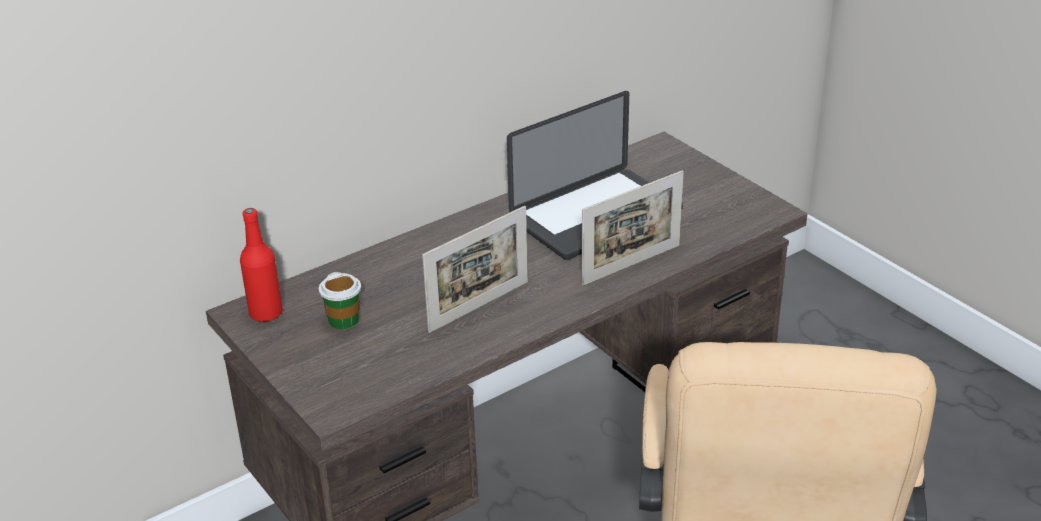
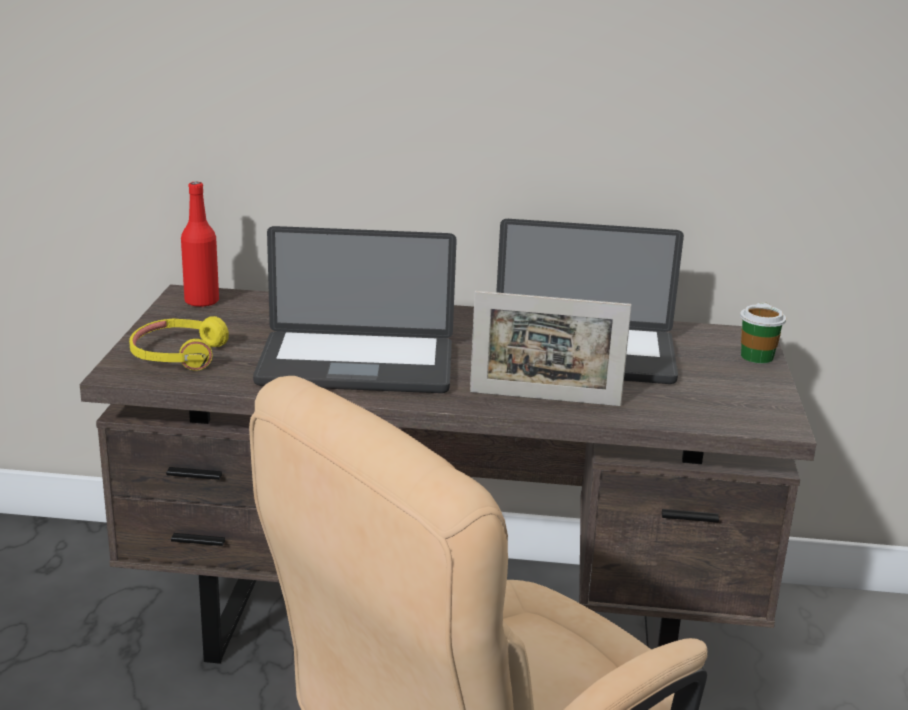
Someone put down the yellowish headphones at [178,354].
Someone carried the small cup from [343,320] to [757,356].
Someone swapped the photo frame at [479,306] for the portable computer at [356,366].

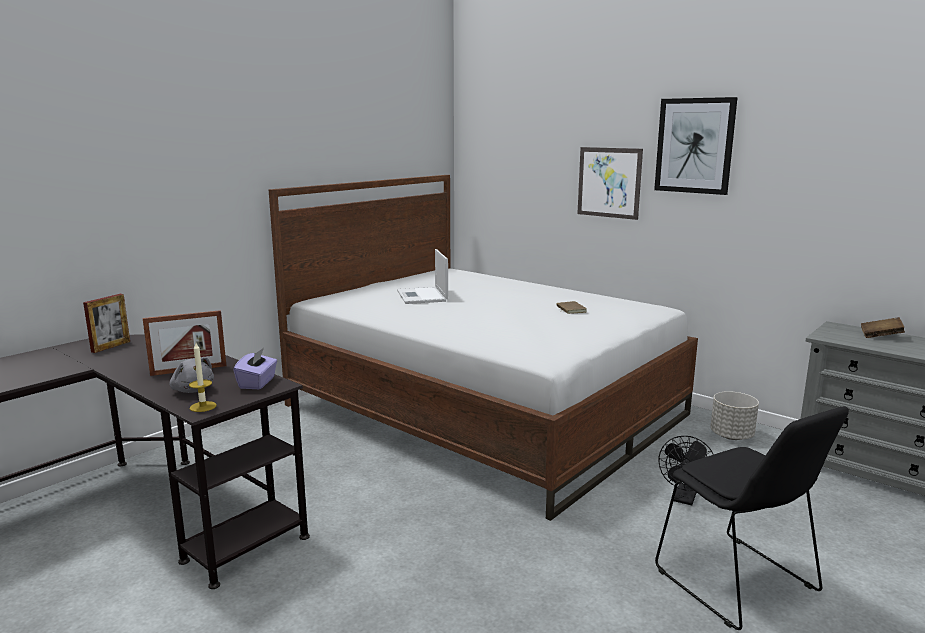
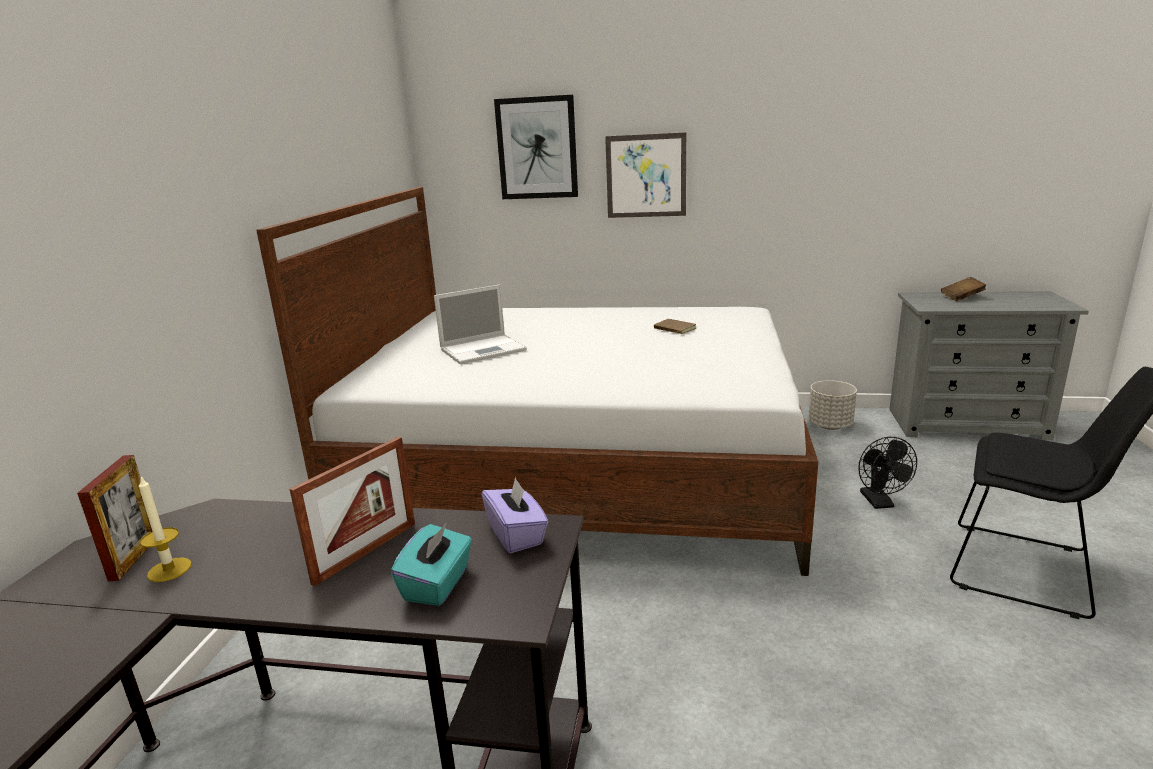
Someone carried the candle from [203,406] to [169,570].
Someone carried the wall art from [694,146] to [537,148].
Someone swapped the grey cuddly toy at [192,390] for the blue-green box of tissues at [438,584].
Someone rotated the portable computer at [422,296] by 75 degrees counterclockwise.

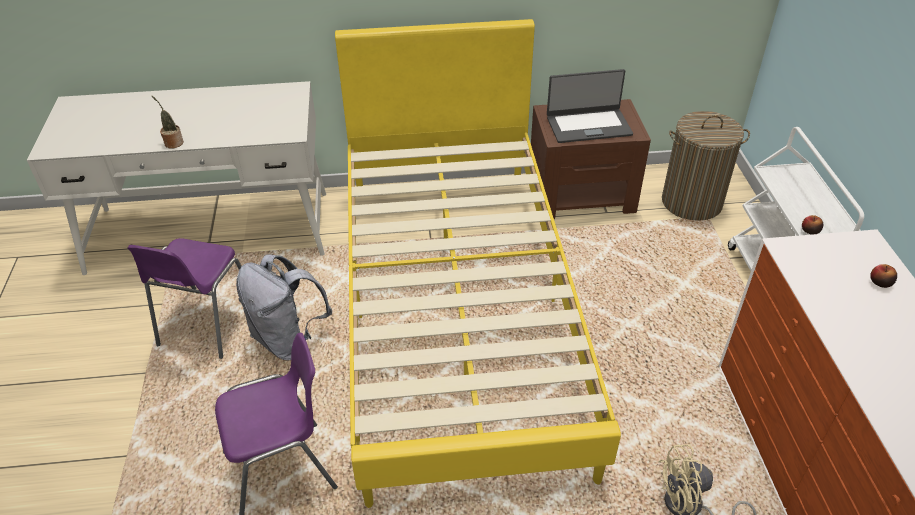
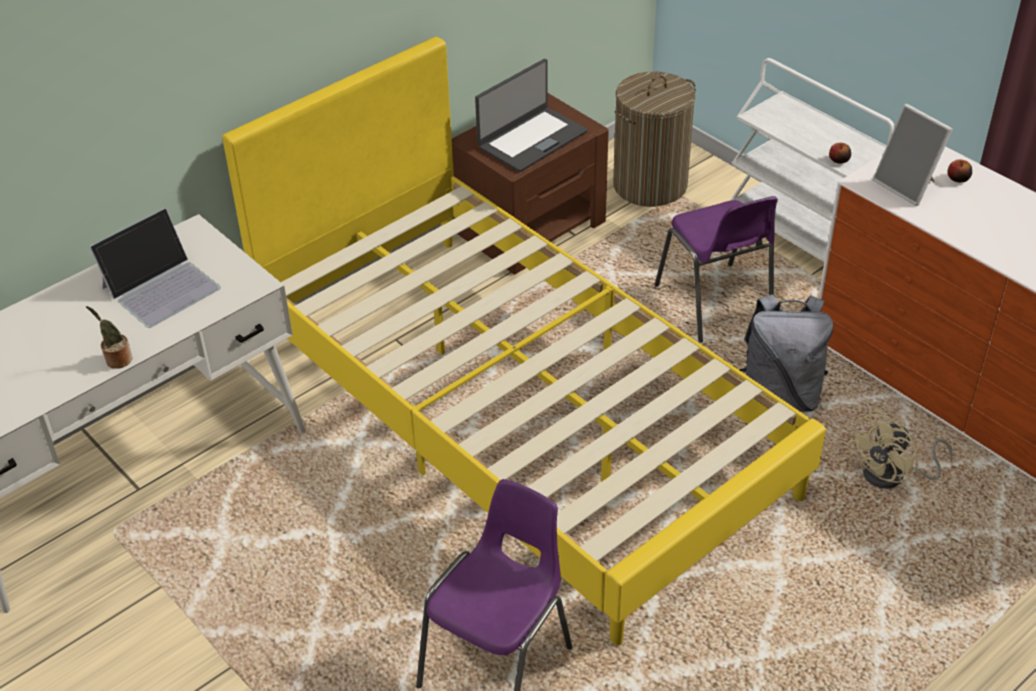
Someone put down the portable computer at [161,287].
Someone put down the photo frame at [908,186].
Someone carried the purple-coloured upright chair from [206,324] to [715,305].
Someone carried the grey rucksack from [288,339] to [779,396].

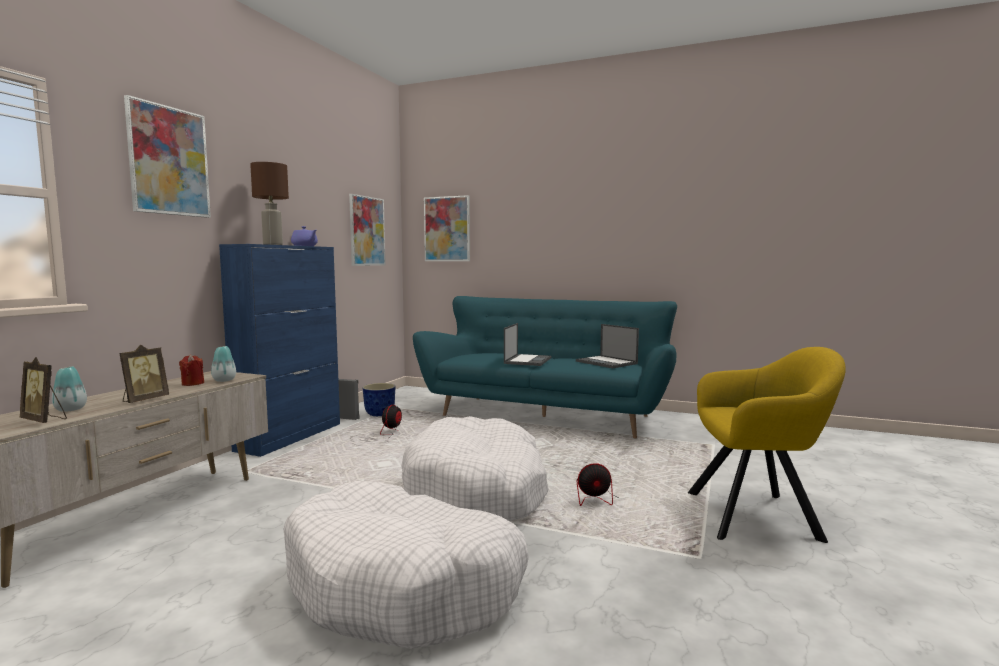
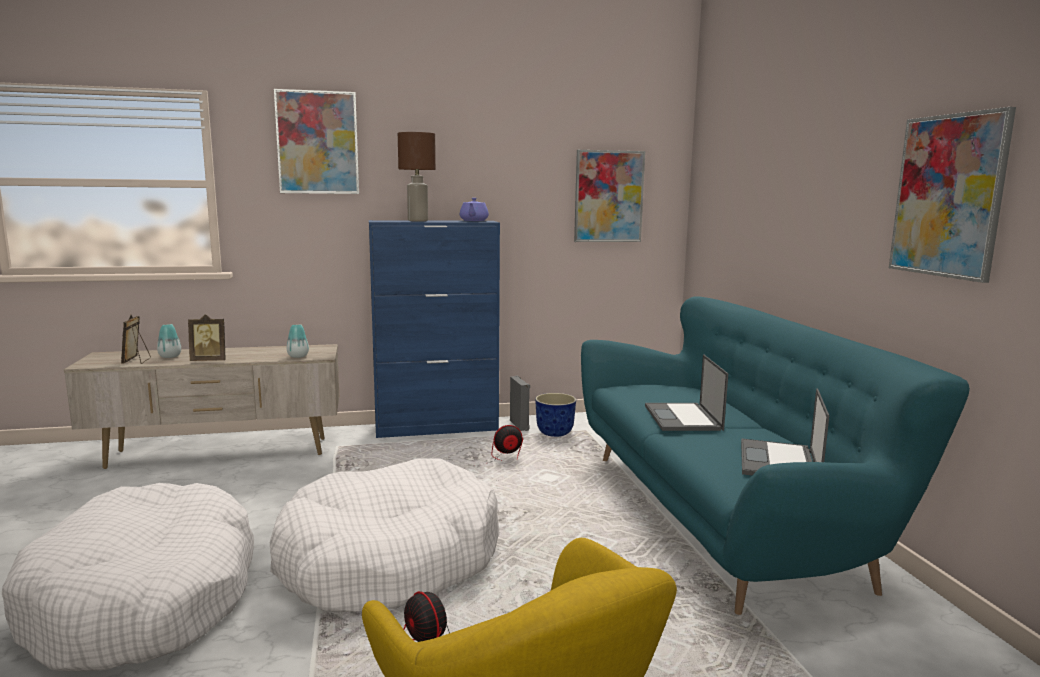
Someone took away the red candle at [193,383].
Someone carried the wall art from [447,229] to [948,196].
Someone rotated the portable computer at [528,360] by 105 degrees clockwise.

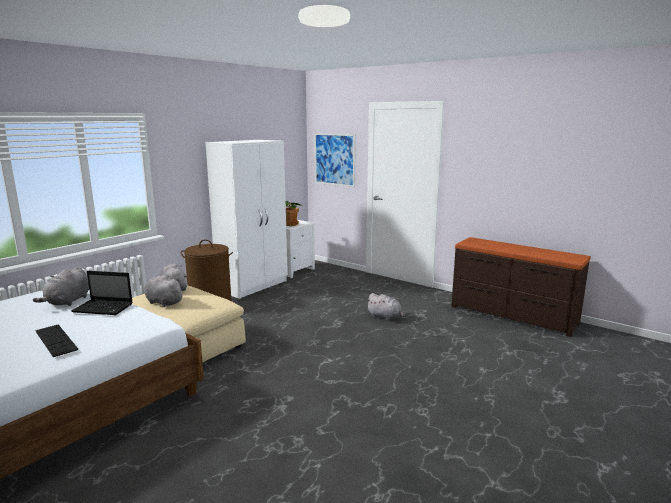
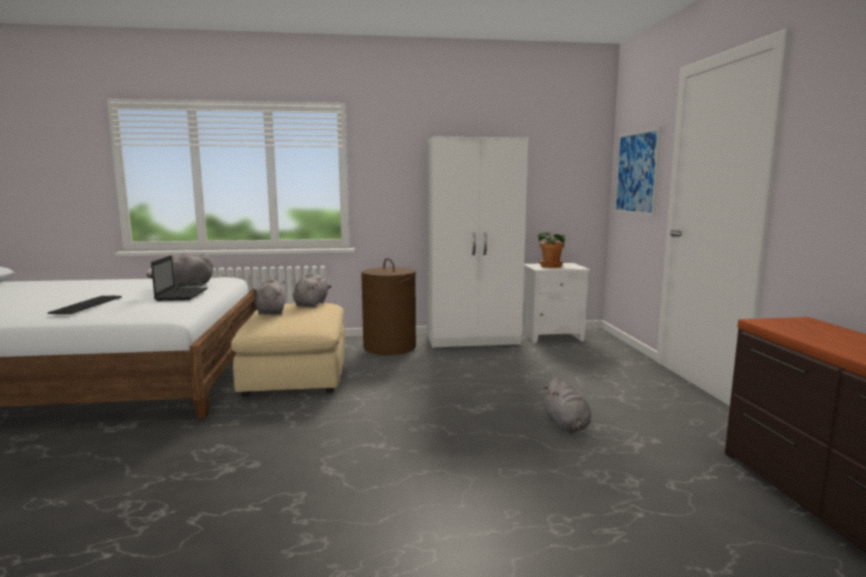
Someone rotated the portable computer at [104,308] by 150 degrees counterclockwise.

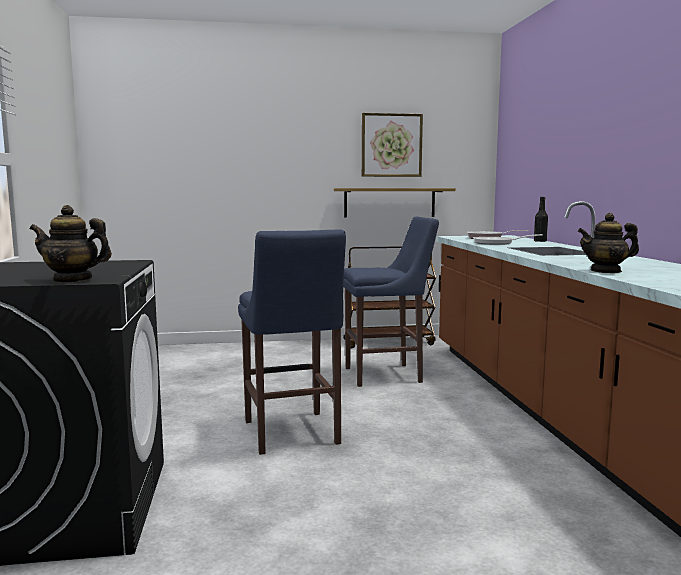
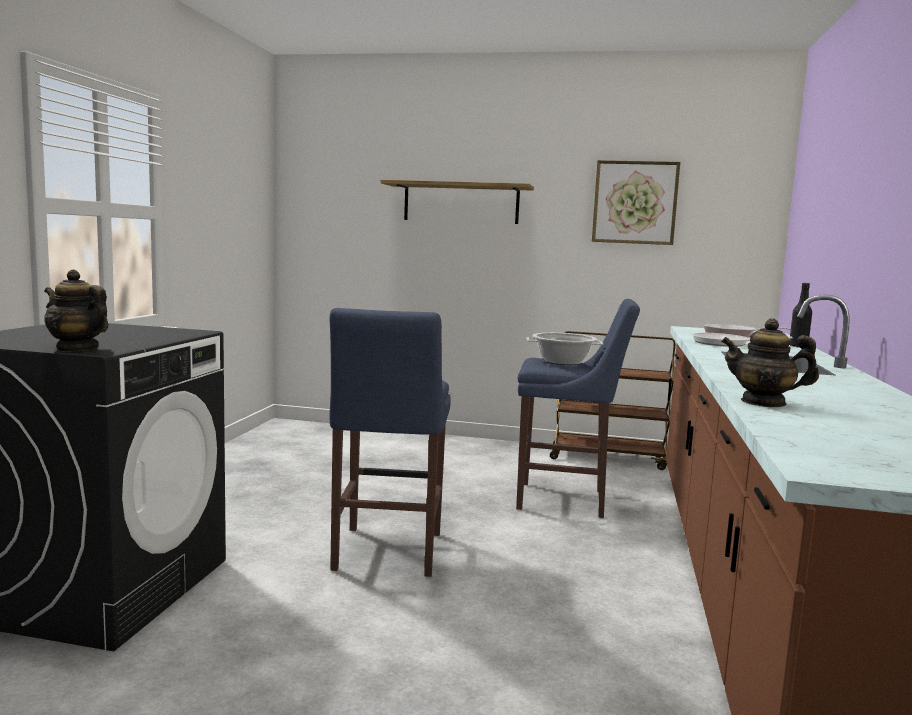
Someone put down the saucepot at [563,362].
Someone carried the shelf from [389,202] to [461,203].

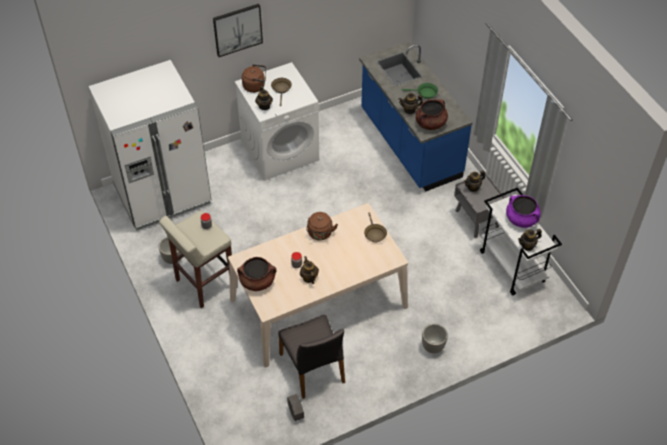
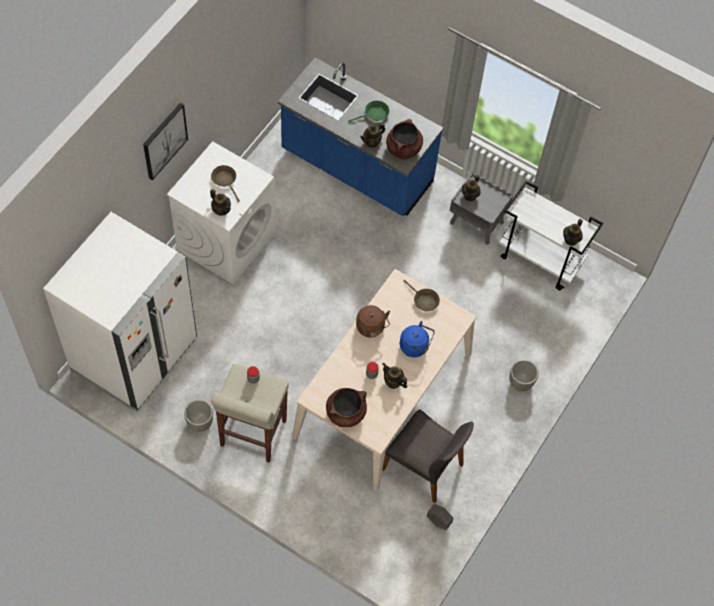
Someone took away the brown kettle at [255,86].
Someone took away the purple-coloured saucepot at [522,219].
Someone put down the blue kettle at [415,347].

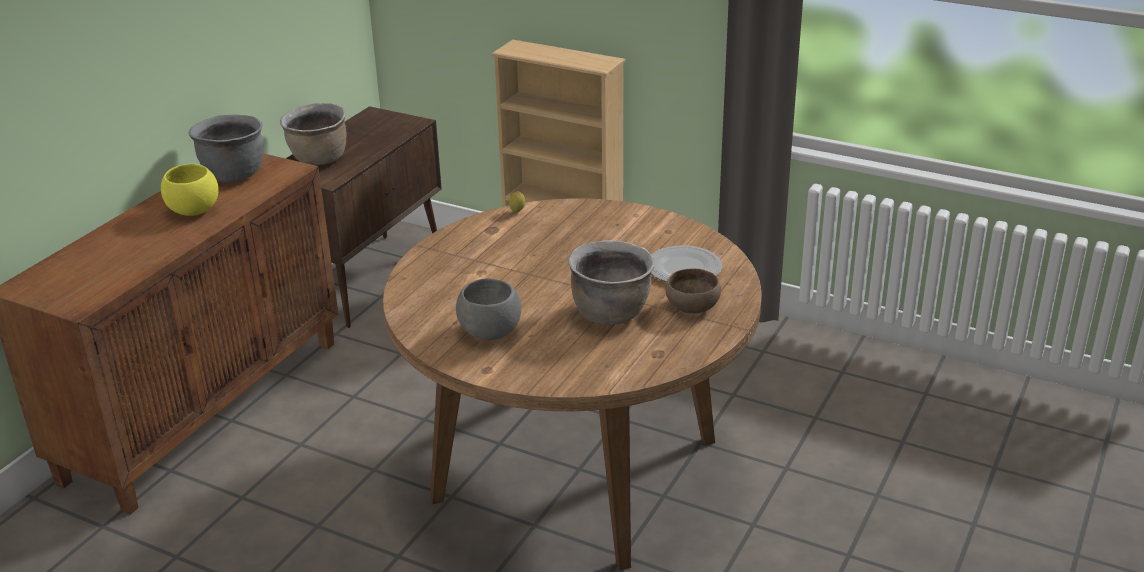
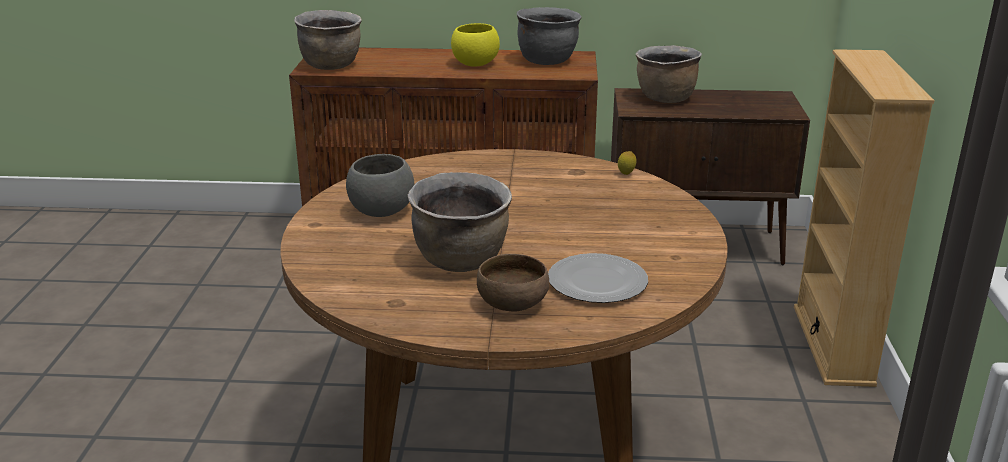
Someone put down the brown saucepot at [331,65].

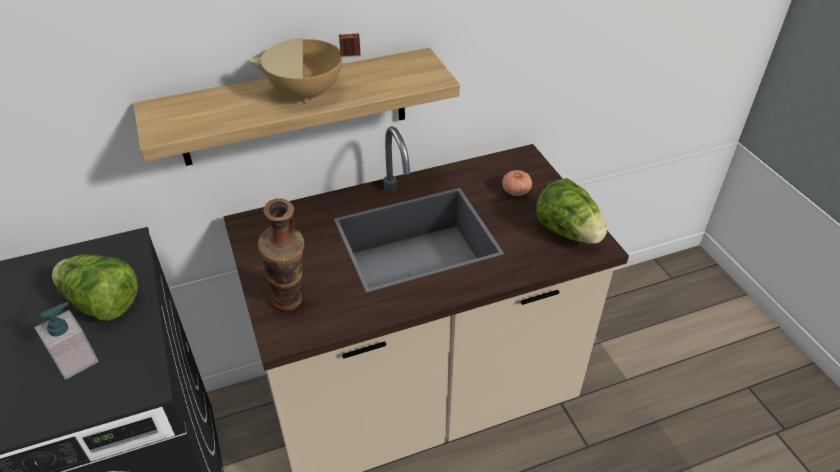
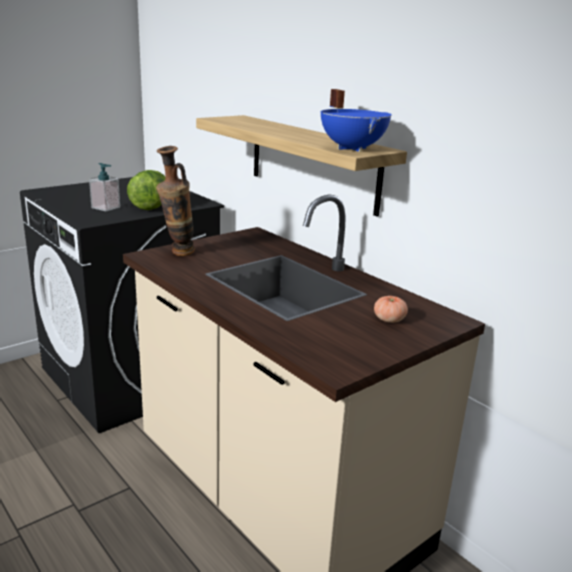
Someone took away the beige-coloured saucepot at [307,94].
Someone took away the lettuce at [568,232].
Someone put down the blue saucepot at [353,148].

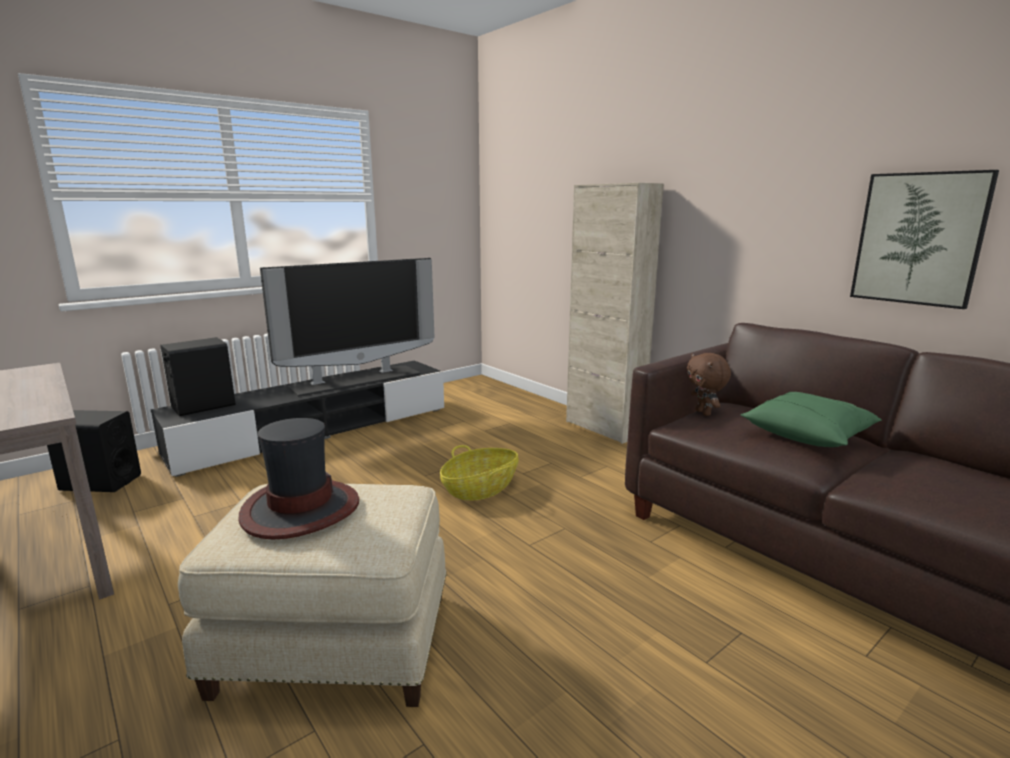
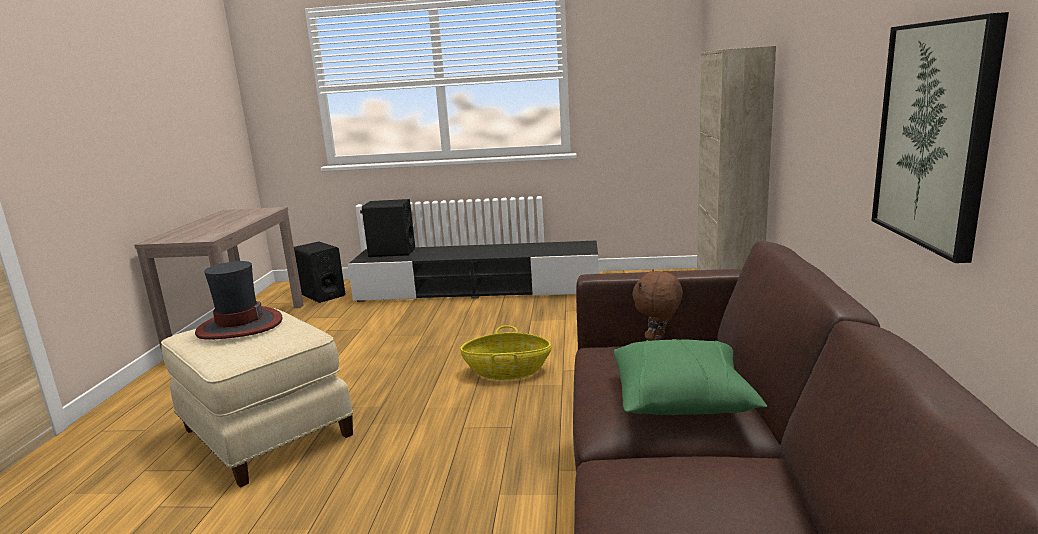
Someone took away the television at [355,379].

